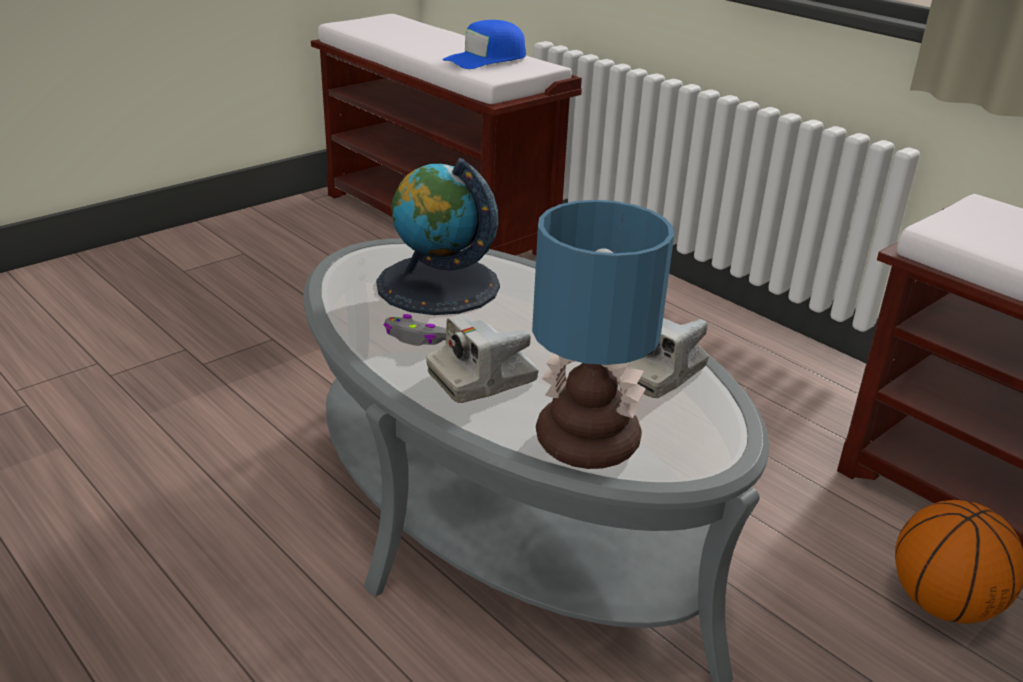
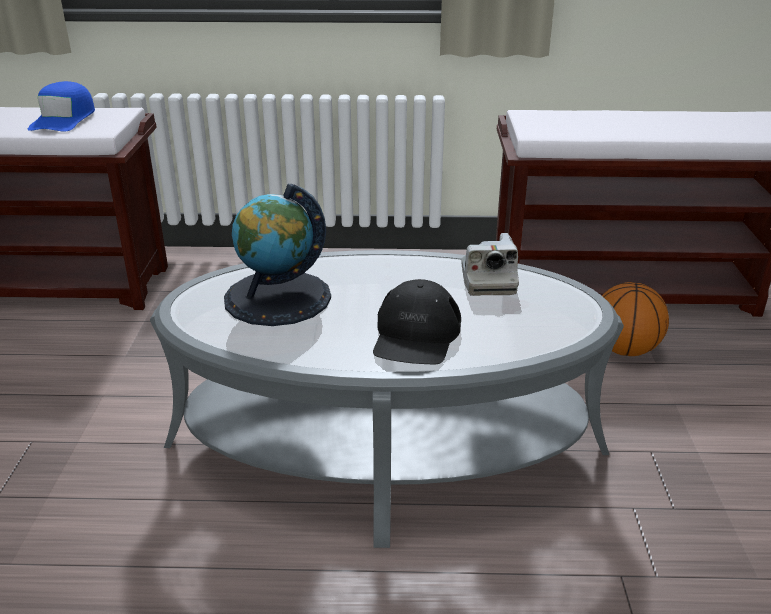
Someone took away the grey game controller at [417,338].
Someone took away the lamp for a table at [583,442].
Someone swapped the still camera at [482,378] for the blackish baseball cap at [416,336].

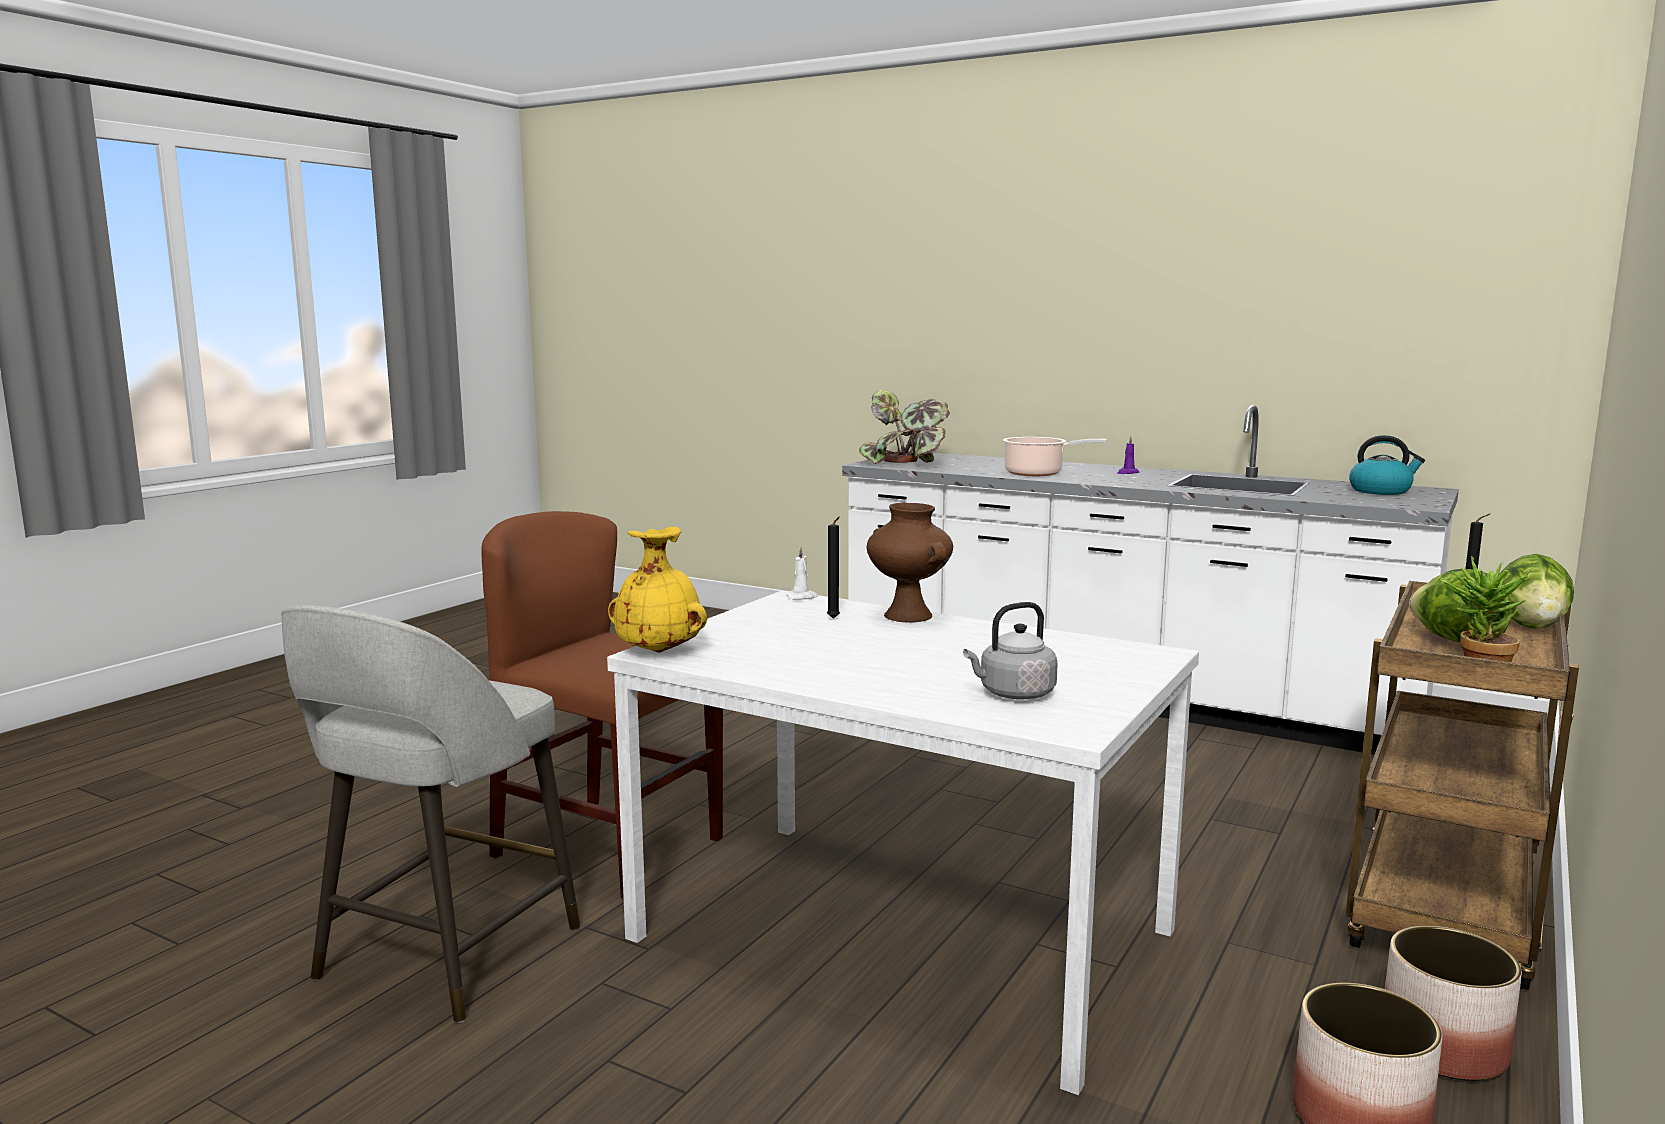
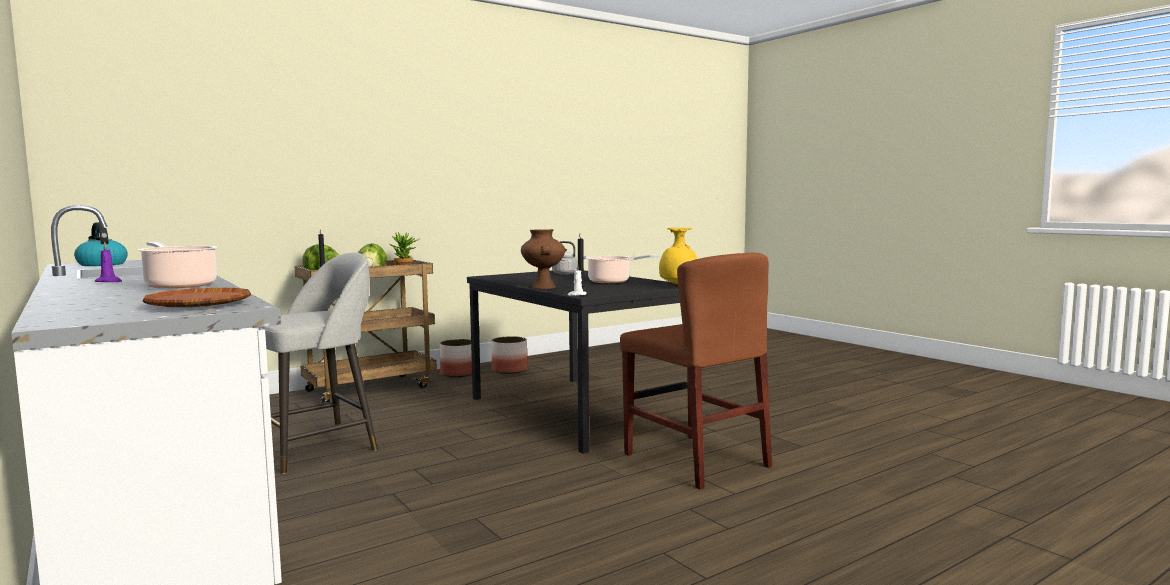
Someone put down the saucepot at [612,281].
Someone carried the grey stool from [444,956] to [318,448].
Someone swapped the potted plant at [907,463] for the brown dinner plate at [199,304].
Someone repainted the white-coloured dinner table at [905,934], which became the blackish dinner table at [576,410].

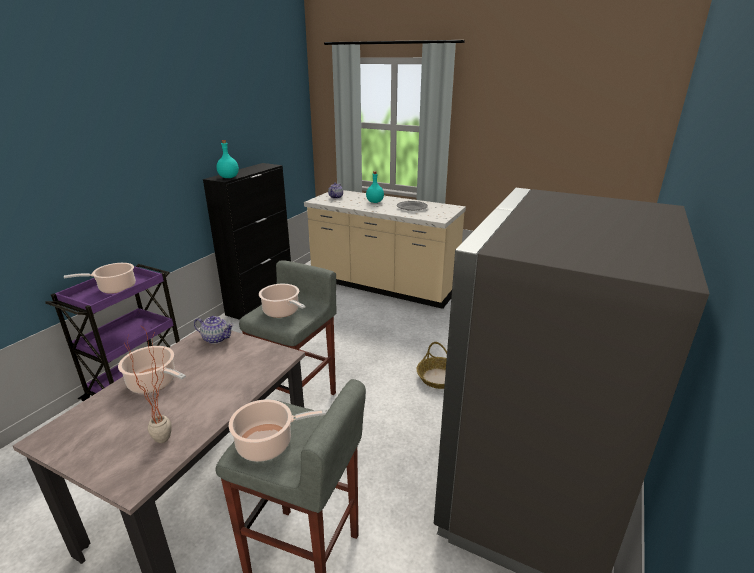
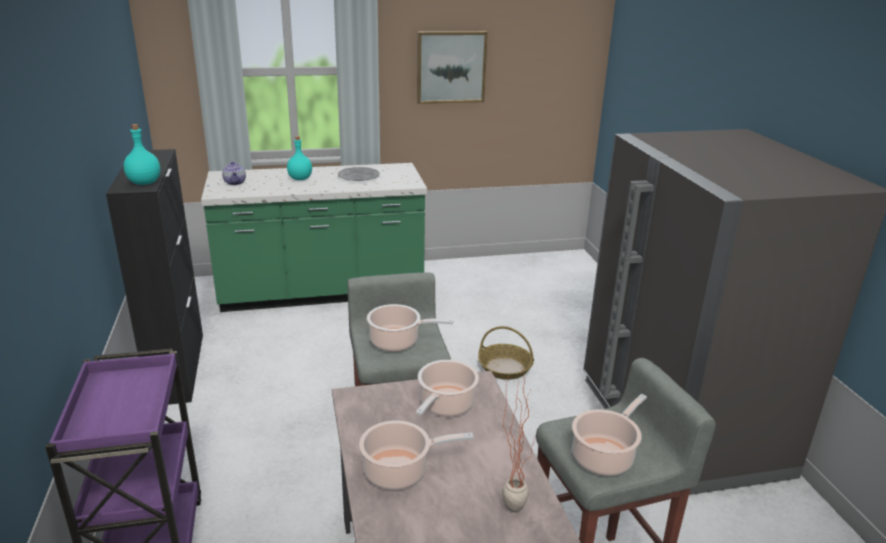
Someone took away the pot for tea at [216,338].
Someone put up the wall art at [451,67].
Someone carried the saucepot from [115,288] to [445,406].
Someone repainted the beige-coloured kitchen base unit at [383,287], which became the greenish kitchen base unit at [322,293].

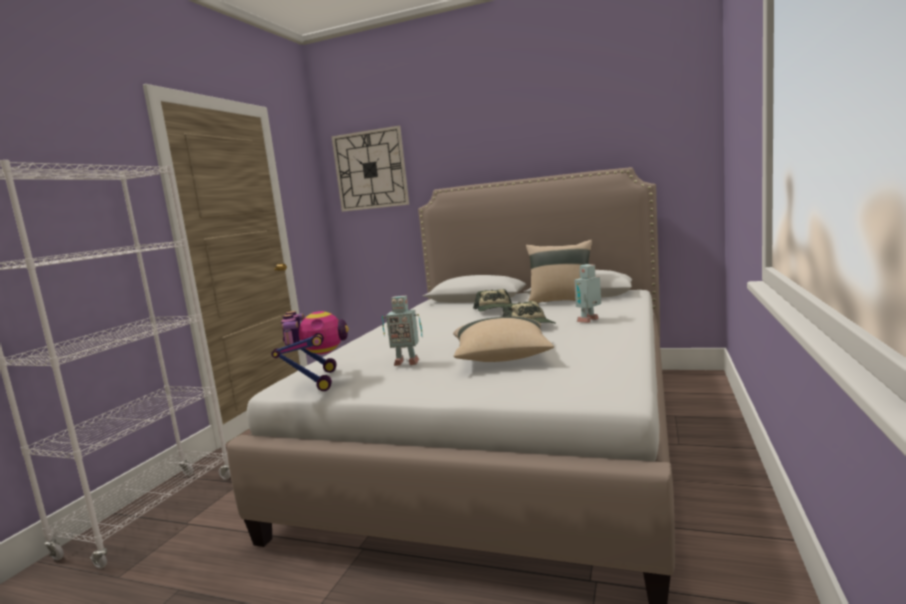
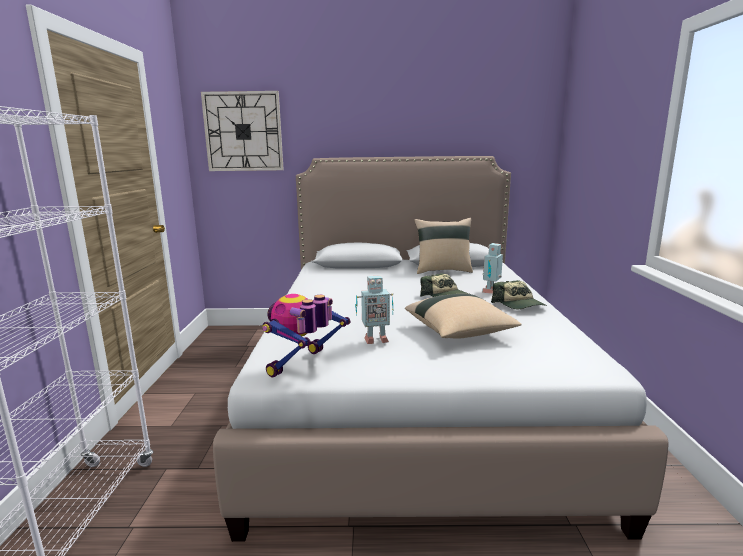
Someone carried the baseball cap from [495,310] to [519,305].
Someone rotated the robot figure at [318,381] by 120 degrees counterclockwise.

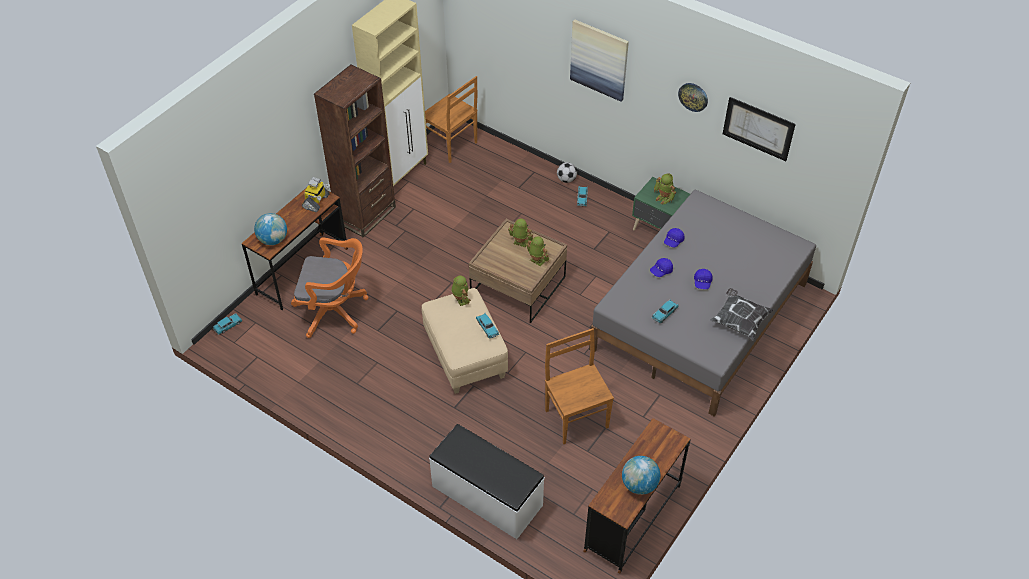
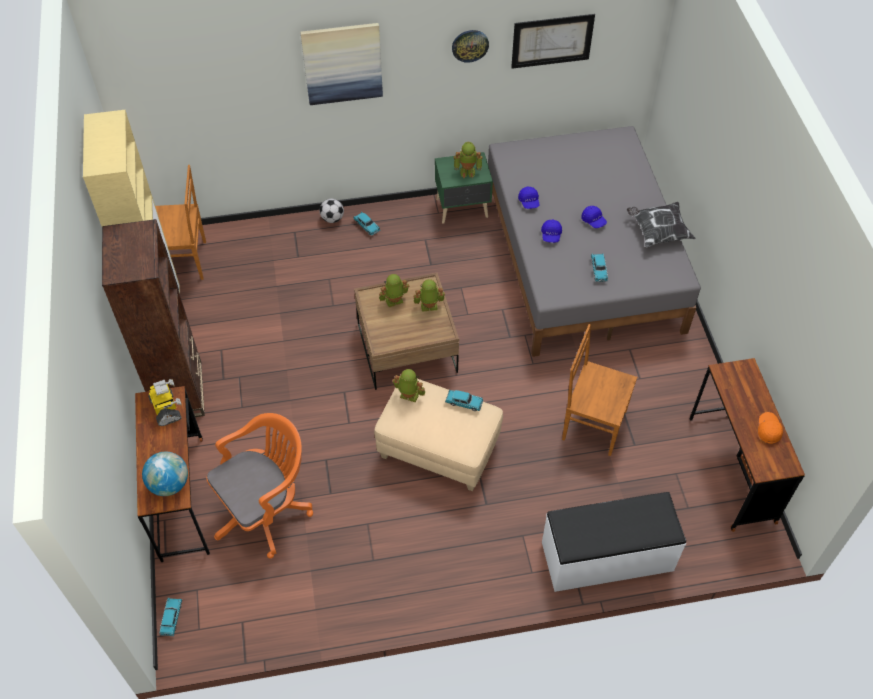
Someone swapped the world globe at [639,485] for the orange-coloured baseball cap at [768,430].

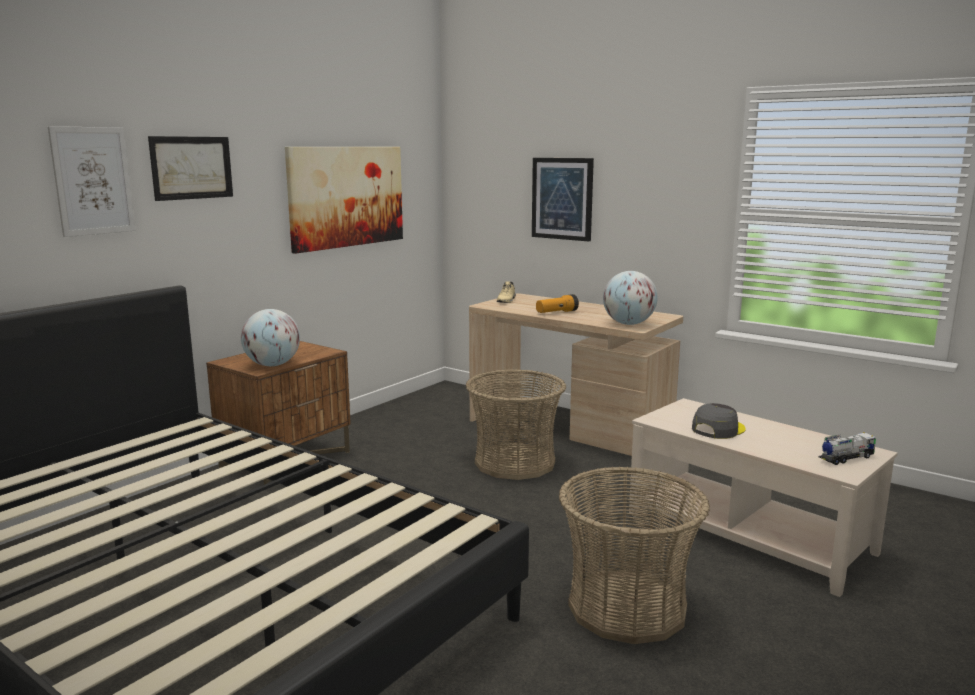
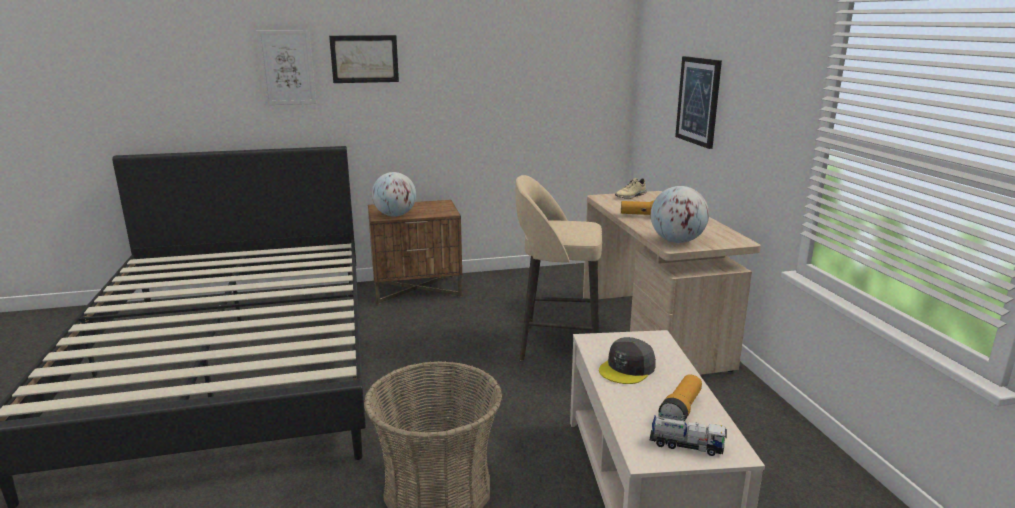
Someone took away the wall art at [347,196].
Someone put down the torch at [681,409].
Someone swapped the storage basket at [514,462] for the beige-coloured stool at [557,345].
Someone rotated the grey baseball cap at [718,429] by 135 degrees clockwise.

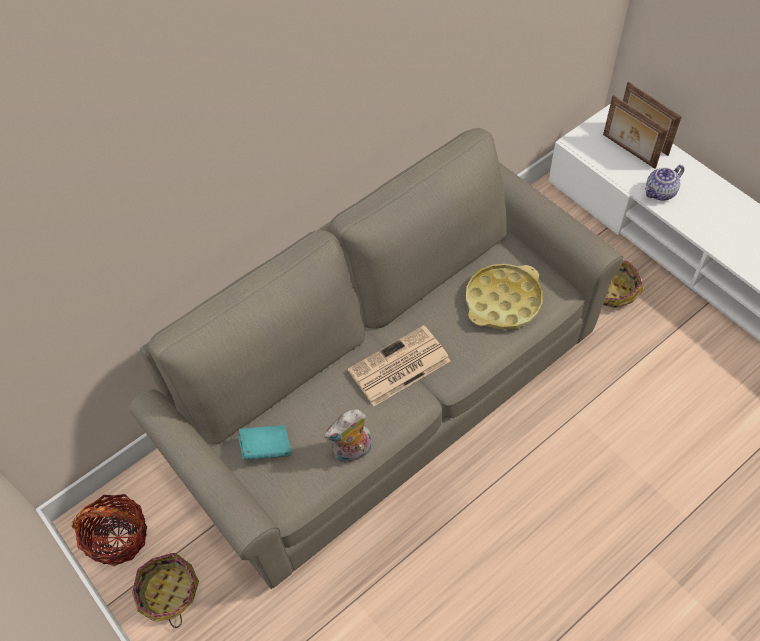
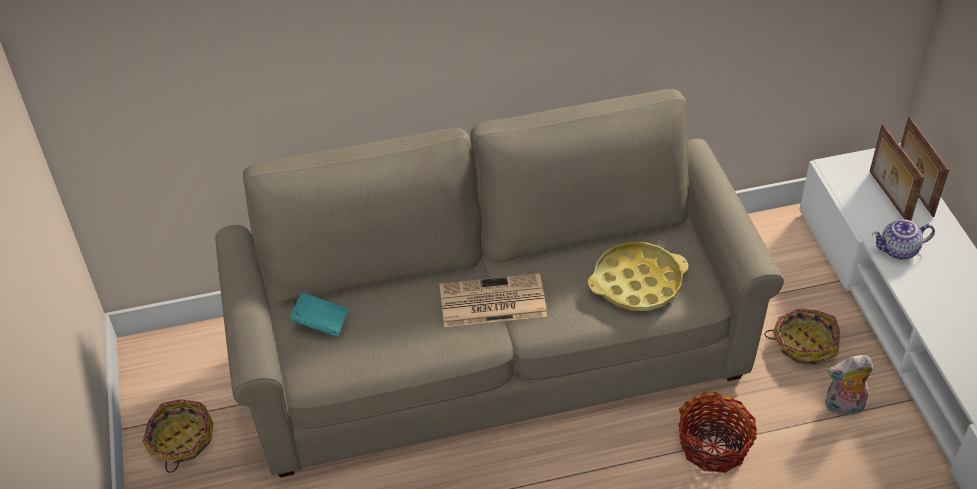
Someone carried the storage basket from [118,537] to [714,445].
Someone carried the cuddly toy from [353,452] to [843,407].

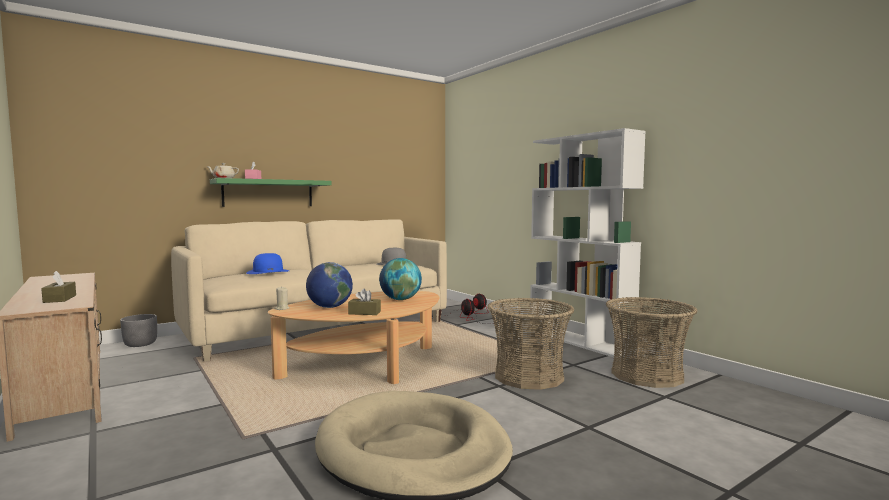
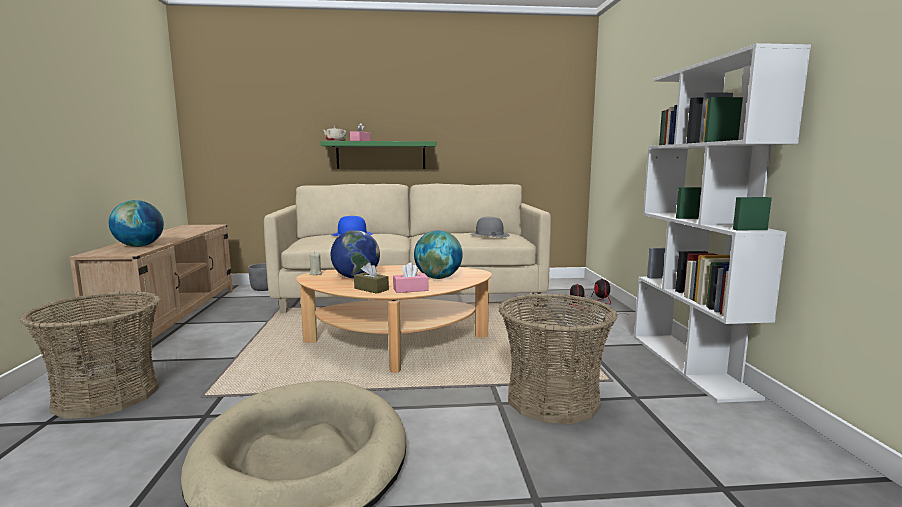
Someone put down the pink box of tissues at [410,289].
Someone carried the storage basket from [647,375] to [107,395].
Someone swapped the brown box of tissues at [60,299] for the world globe at [139,246].

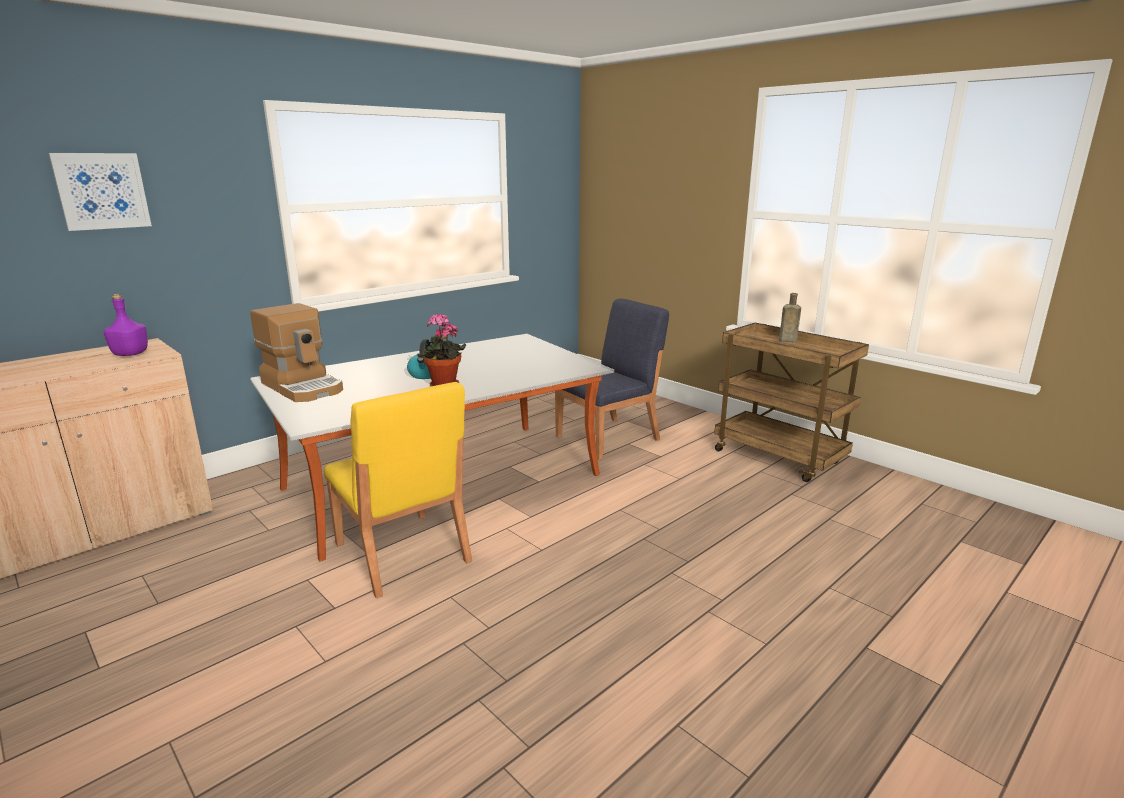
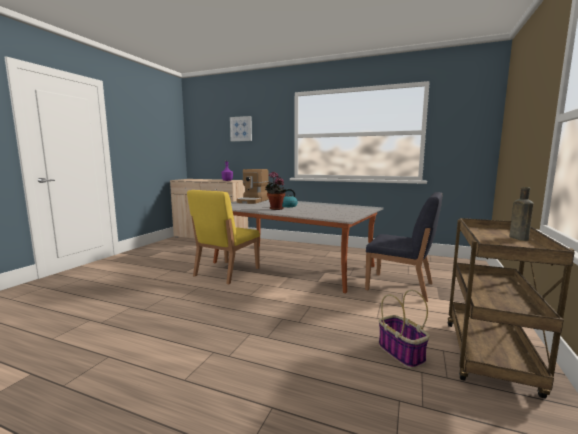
Someone put down the storage basket at [402,353].

